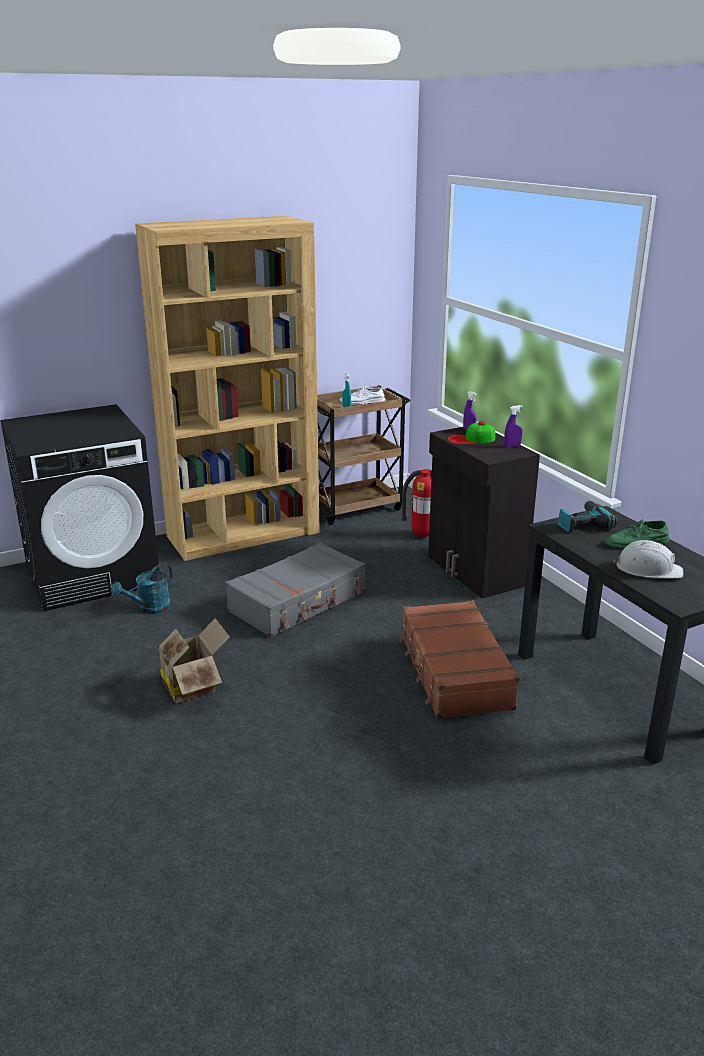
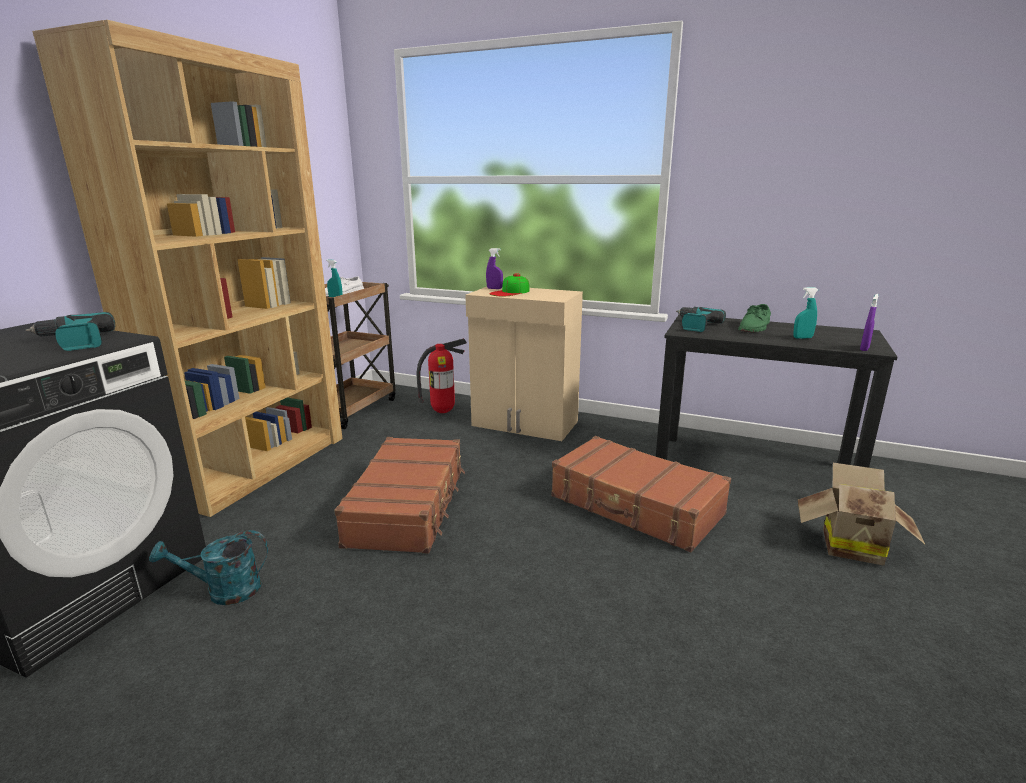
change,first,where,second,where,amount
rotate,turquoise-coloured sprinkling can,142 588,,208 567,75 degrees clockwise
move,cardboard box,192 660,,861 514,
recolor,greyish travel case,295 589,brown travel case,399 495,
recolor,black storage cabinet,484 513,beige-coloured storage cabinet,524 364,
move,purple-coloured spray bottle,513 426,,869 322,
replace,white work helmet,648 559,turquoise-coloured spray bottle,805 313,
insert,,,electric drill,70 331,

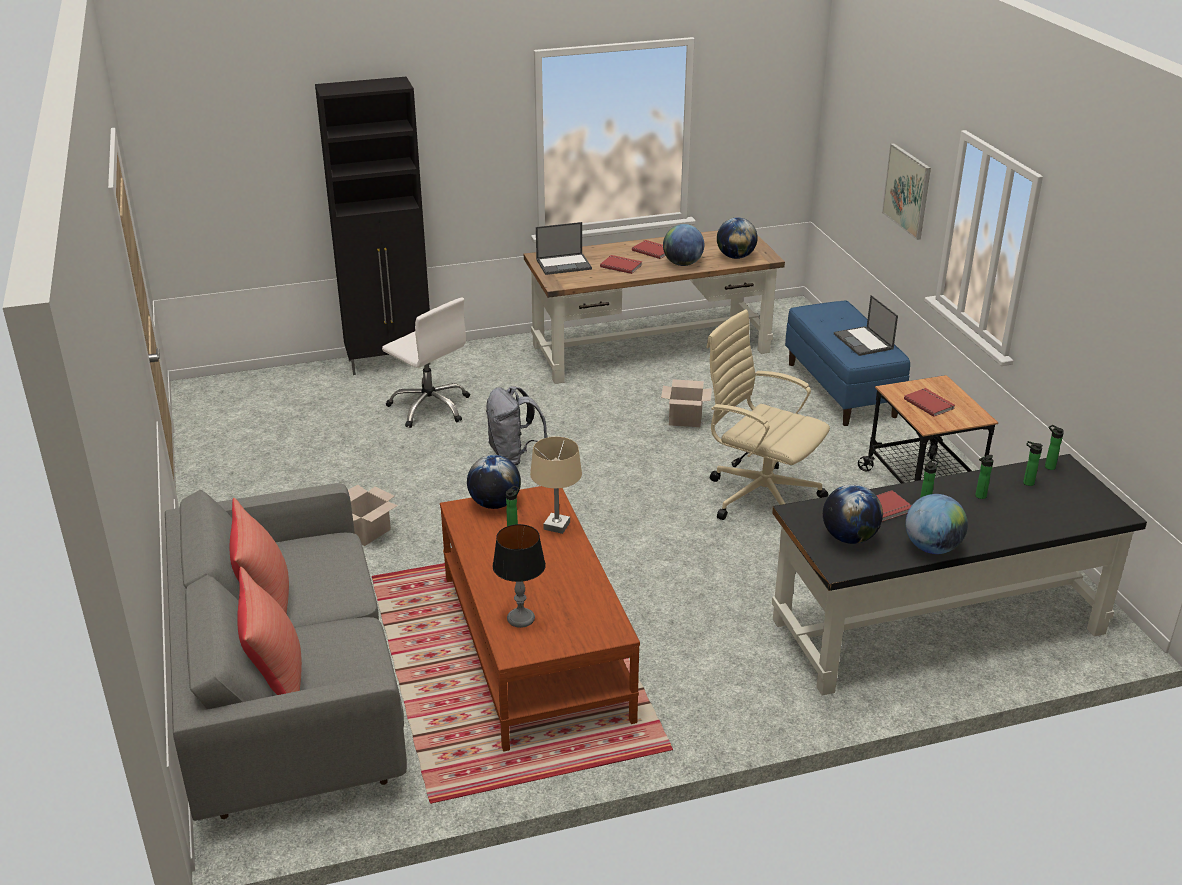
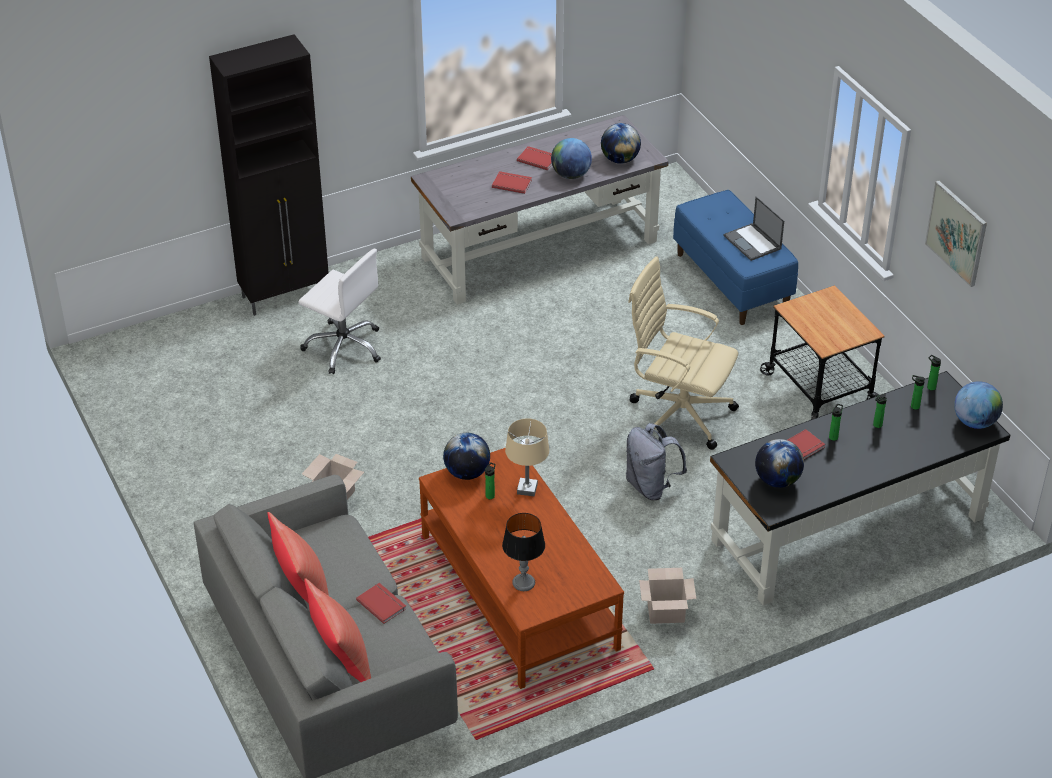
change,first,where,second,where,amount
move,greyish backpack,517 425,,656 461,
recolor,brown desk unit,654 307,greyish desk unit,540 210,
delete,laptop,564 248,,,
move,cardboard box,686 403,,667 596,
move,wall picture,906 191,,956 234,
move,reddish bound book,929 402,,381 603,
move,desk globe,936 524,,978 405,

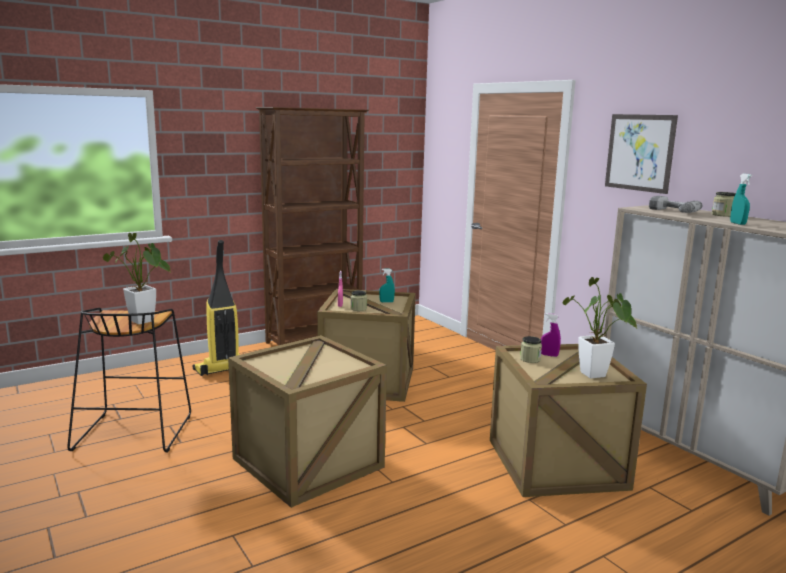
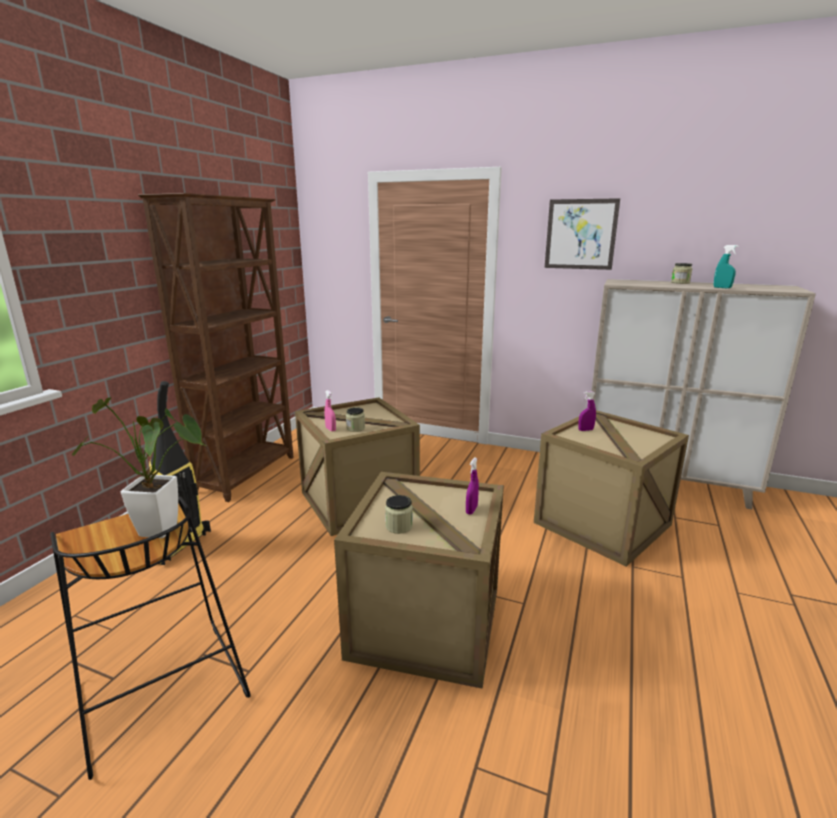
change,first,where,second,where,amount
delete,turquoise-coloured spray bottle,387 286,,,
move,storage jar,531 349,,399 514,
delete,houseplant,600 328,,,
delete,electric drill,675 204,,,
insert,,,purple-coloured spray bottle,472 486,

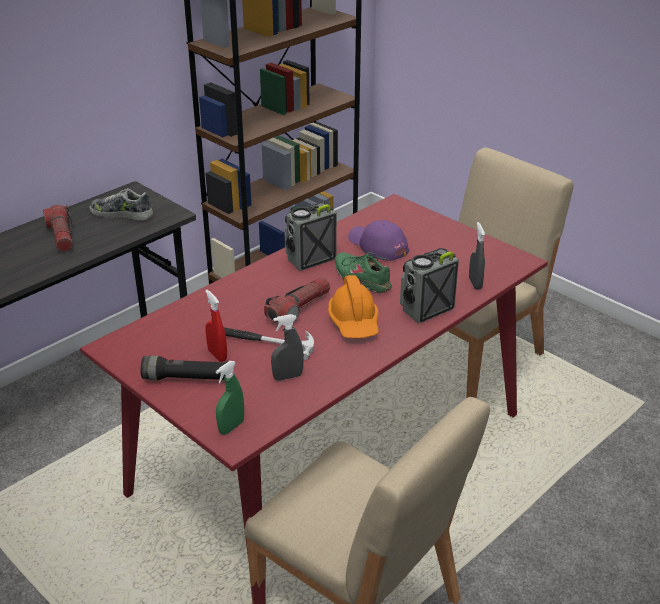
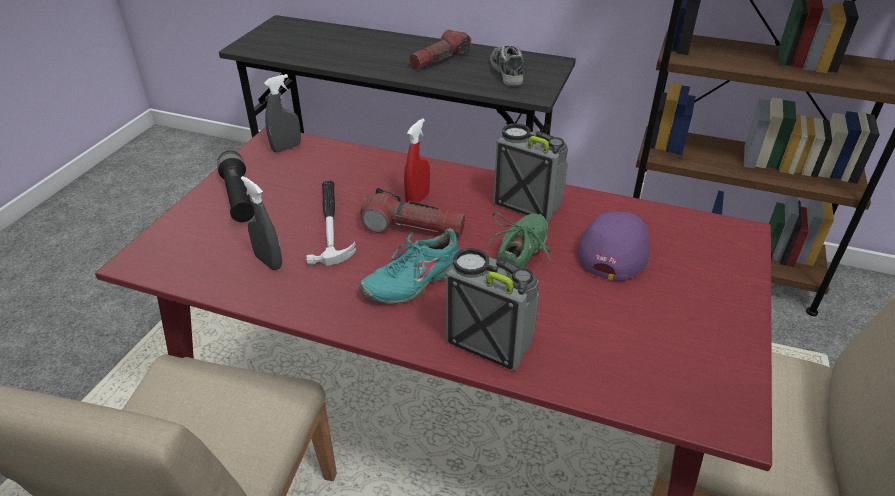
change,first,where,second,where,amount
move,reddish spray bottle,216 326,,417 160,
delete,green spray bottle,230 398,,,
replace,orangey work helmet,353 306,turquoise-coloured shoe,410 266,
move,greyish spray bottle,477 256,,282 113,

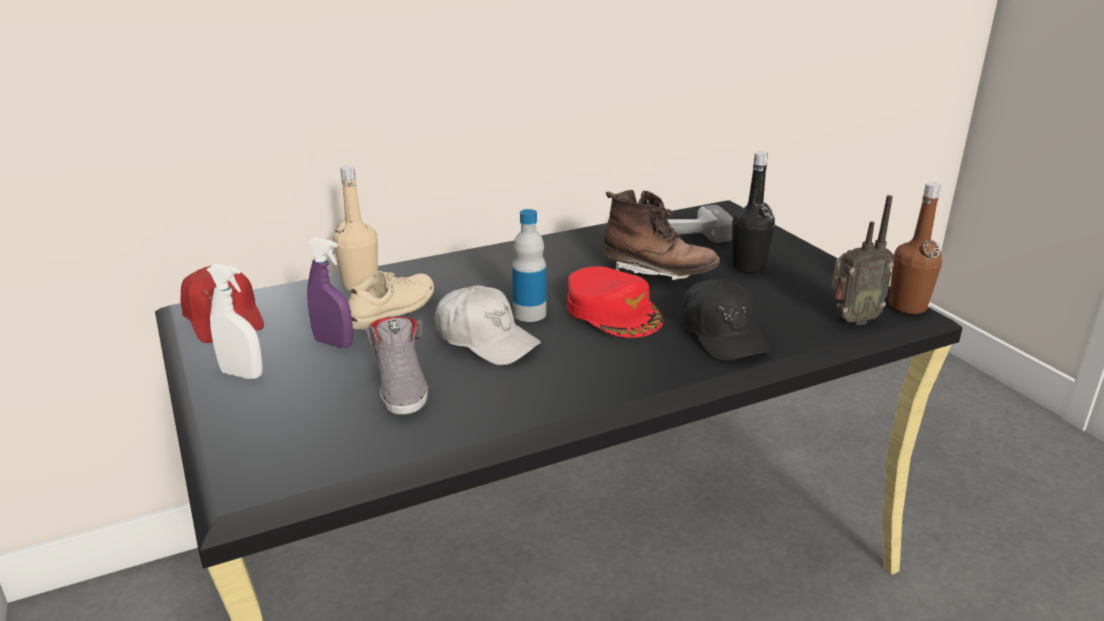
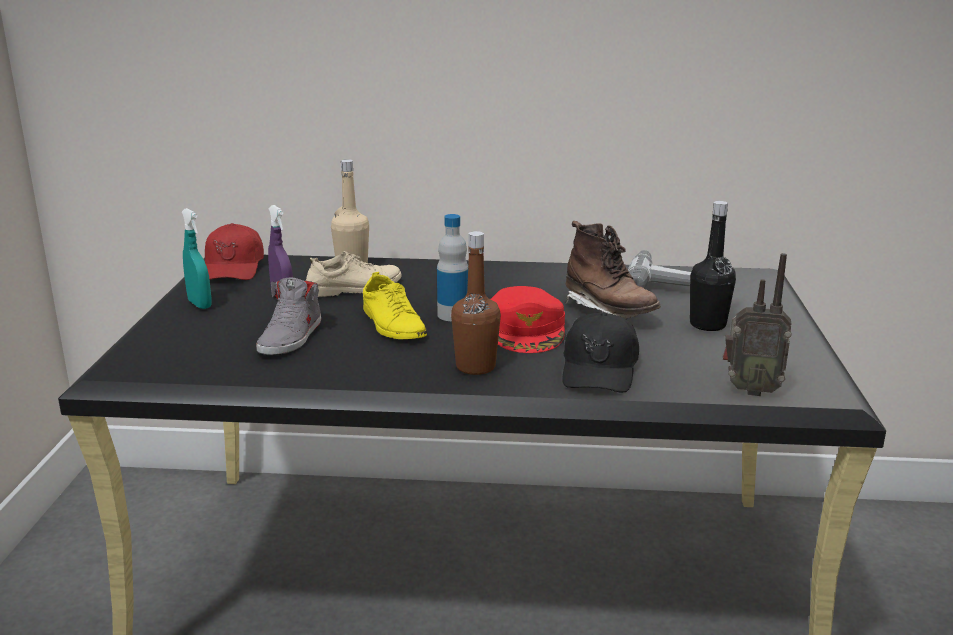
change,first,where,second,where,amount
recolor,white spray bottle,234 321,turquoise-coloured spray bottle,196 258,
replace,white cap,487 325,yellowish shoe,395 305,
move,brown drink bottle,915 248,,476 303,

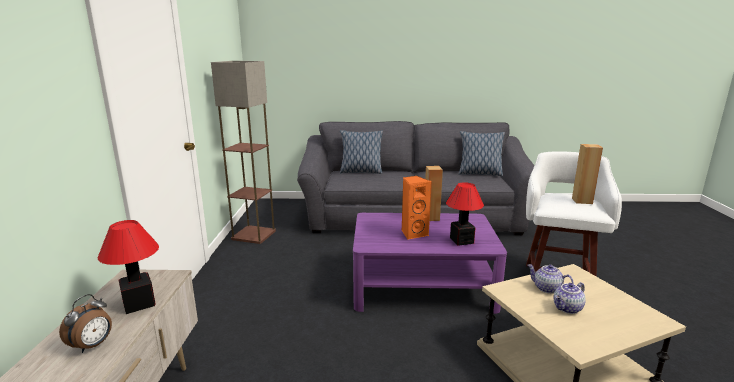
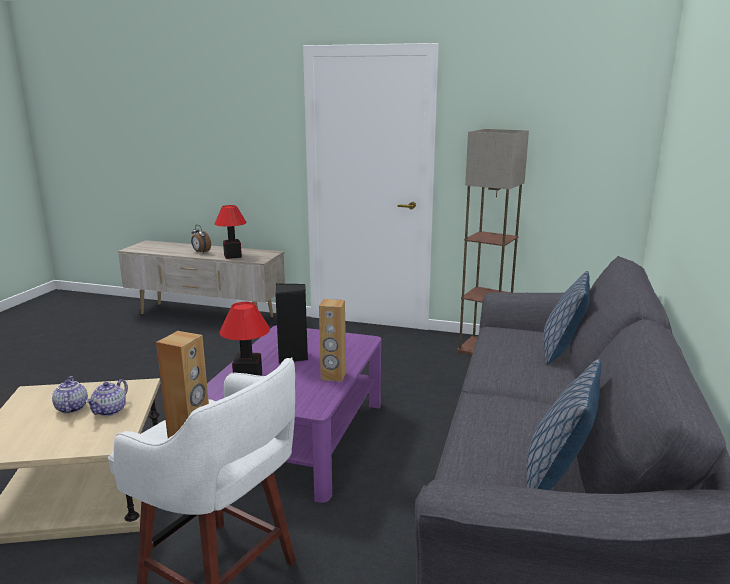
change,first,where,second,where,amount
recolor,orangey audio speaker,417 208,black audio speaker,291 323,
rotate,pot for tea,550 279,,107 397,150 degrees clockwise

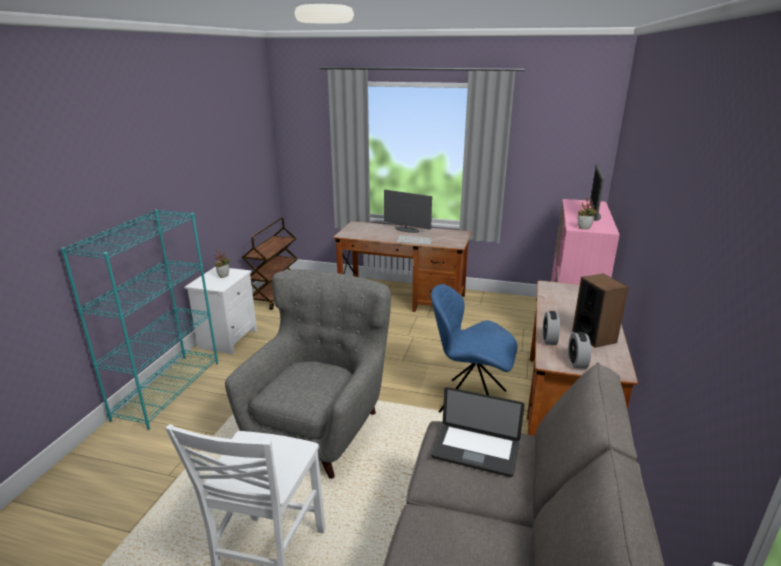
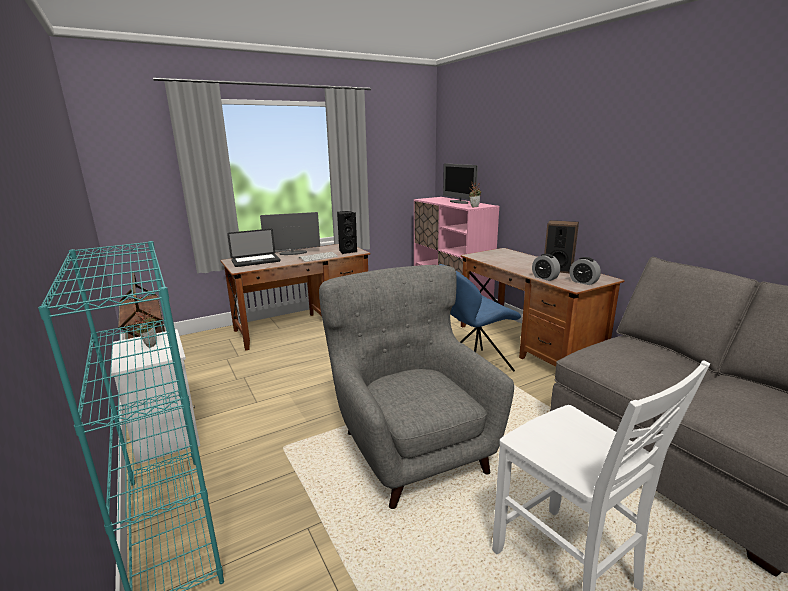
change,first,where,second,where,amount
move,laptop,478 432,,254 248,
insert,,,black audio speaker,347 232,

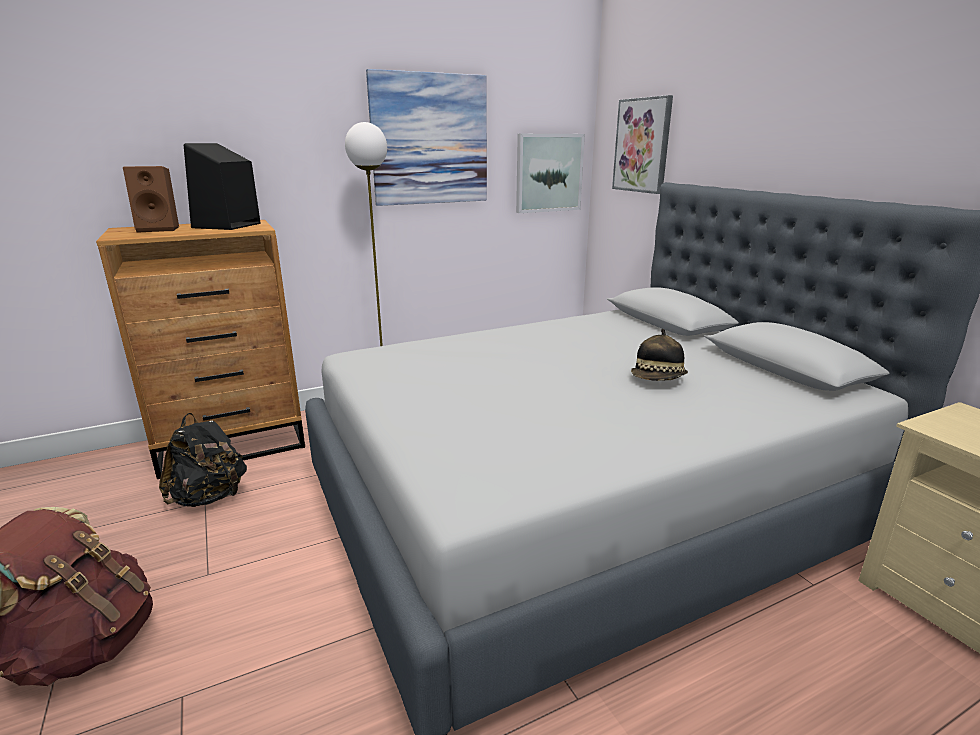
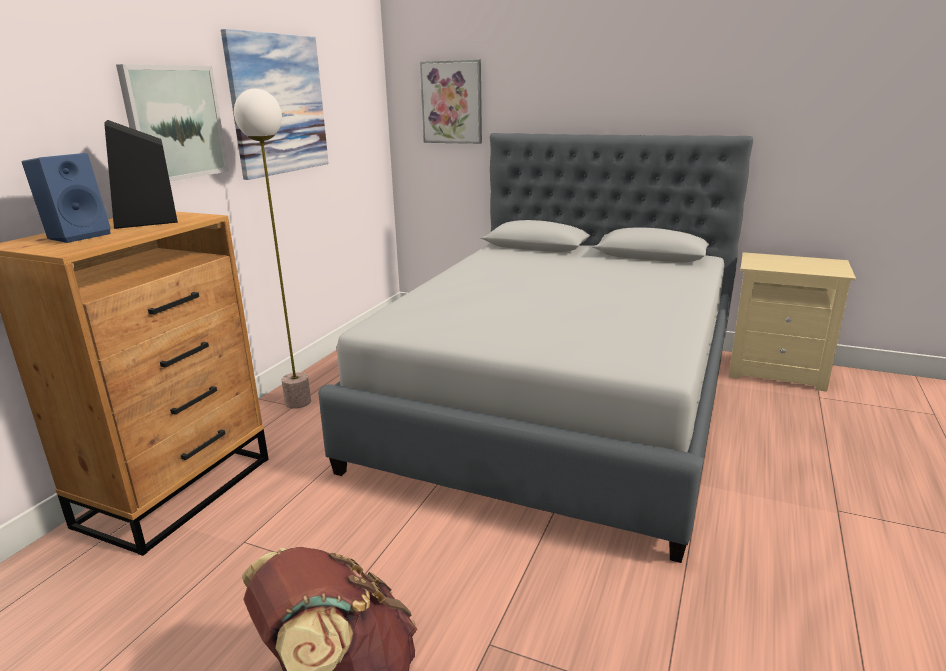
change,first,where,second,where,amount
recolor,brown audio speaker,151 199,bluish audio speaker,66 198,
delete,black backpack,203 460,,,
move,wall picture,550 173,,172 123,
delete,hat,659 355,,,

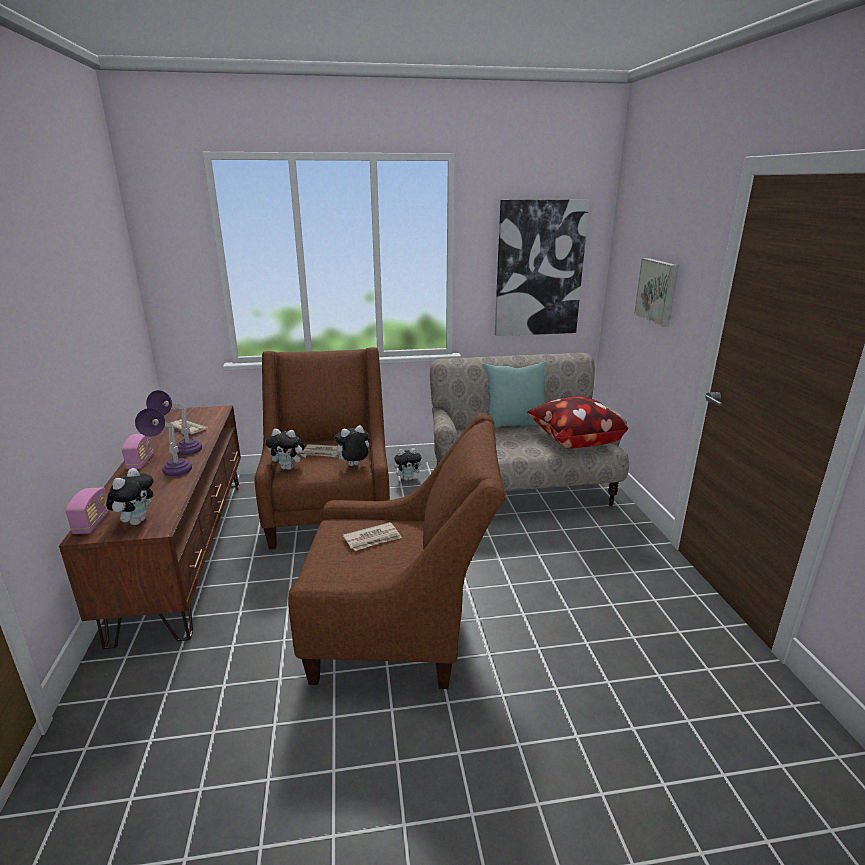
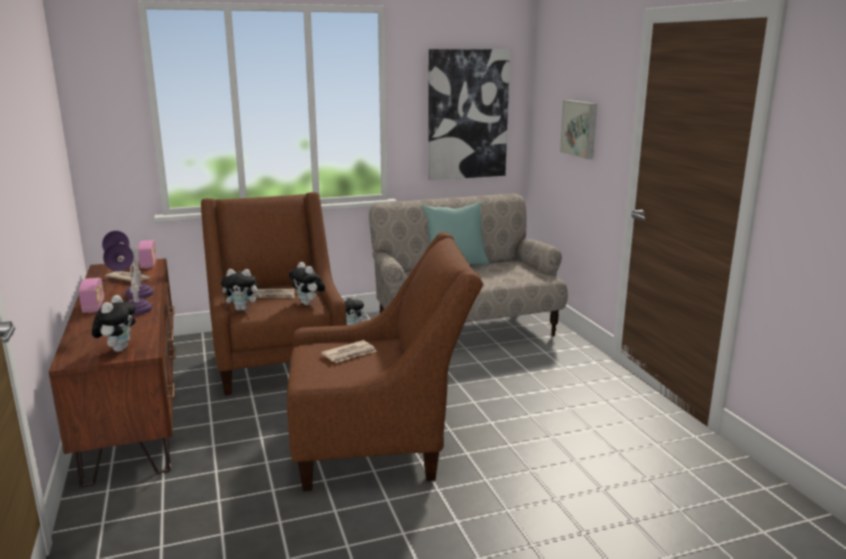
change,first,where,second,where,amount
move,radio,87 511,,147 254,
rotate,soft toy,350 445,,307 283,90 degrees counterclockwise
delete,pillow,577 422,,,

